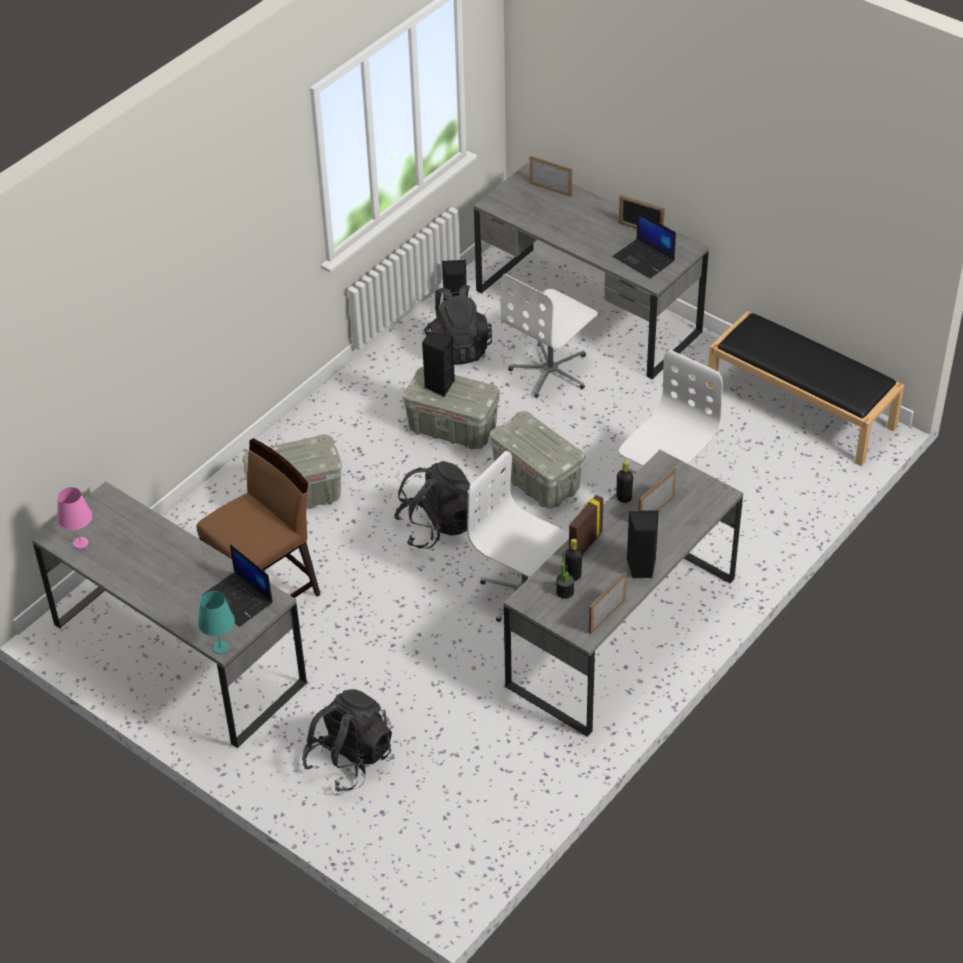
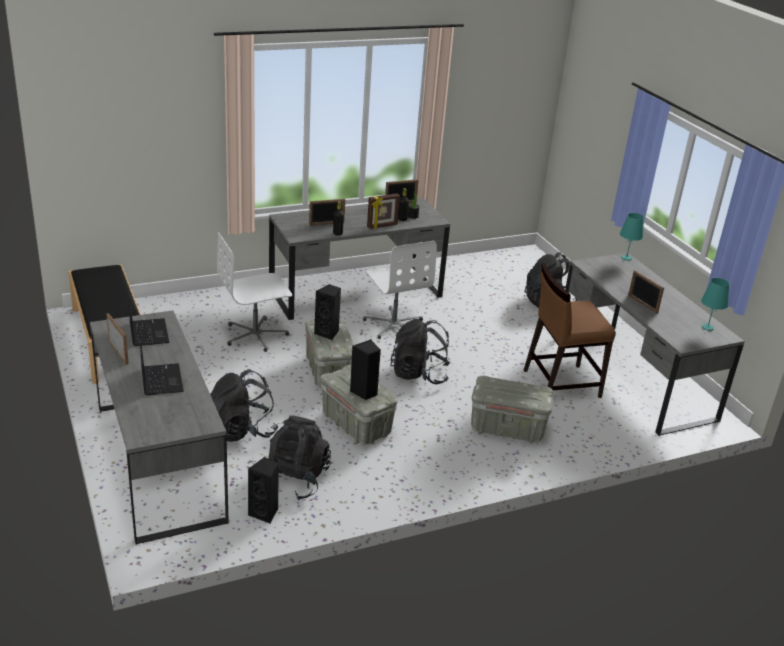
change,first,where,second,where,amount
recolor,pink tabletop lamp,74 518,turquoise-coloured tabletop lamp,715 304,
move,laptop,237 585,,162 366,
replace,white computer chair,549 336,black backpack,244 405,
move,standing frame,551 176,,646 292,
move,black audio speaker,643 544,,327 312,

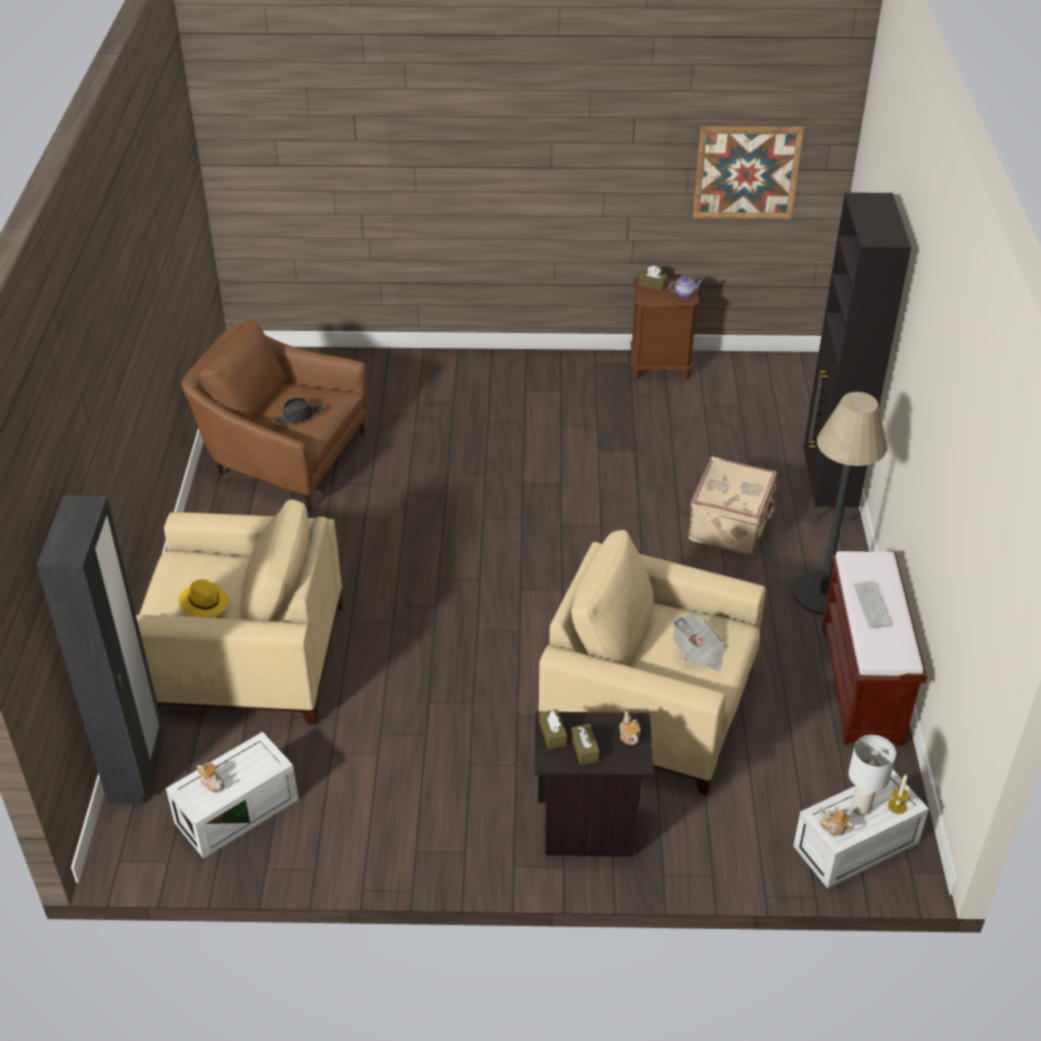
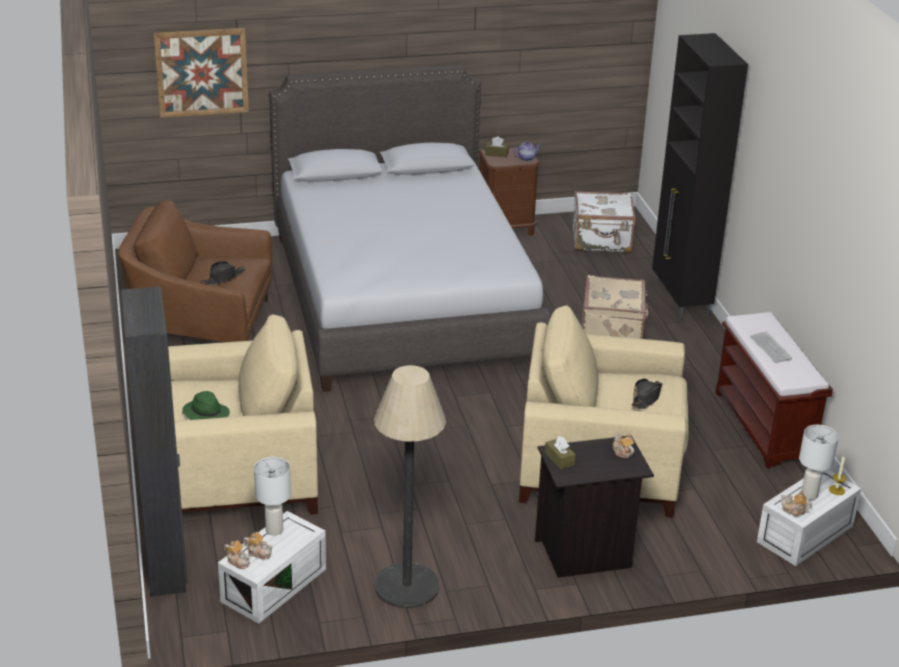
change,first,where,second,where,amount
recolor,yellowish hat,203 598,green hat,206 405,
delete,brown tissue box,585 744,,,
replace,printed paper,699 642,black hat,647 393,
move,wall picture,748 172,,201 73,
move,standard lamp,840 503,,410 486,
insert,,,pot for tea,237 554,
insert,,,white tabletop lamp,272 496,
insert,,,greyish bedroom bed,410 228,
insert,,,white travel case,604 221,

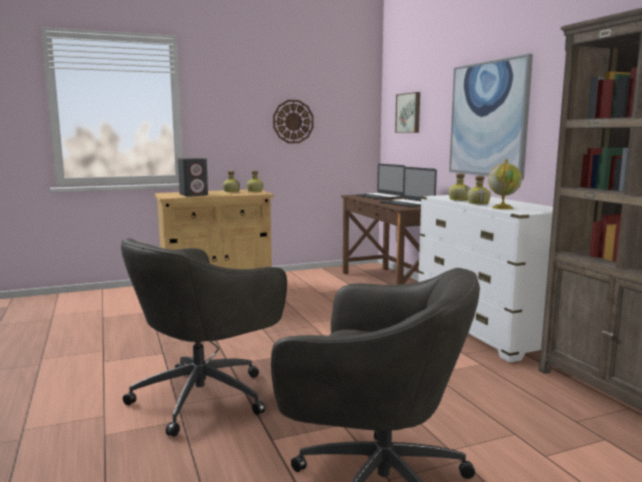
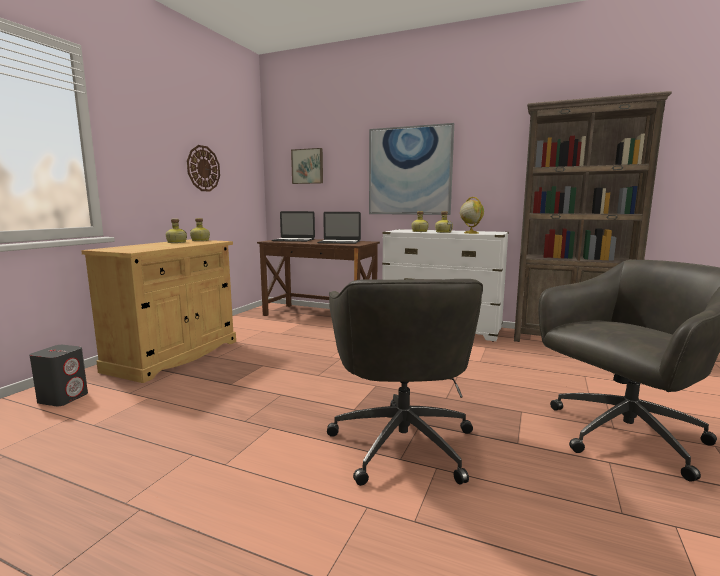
change,first,where,second,where,amount
move,greyish audio speaker,193 177,,59 376,

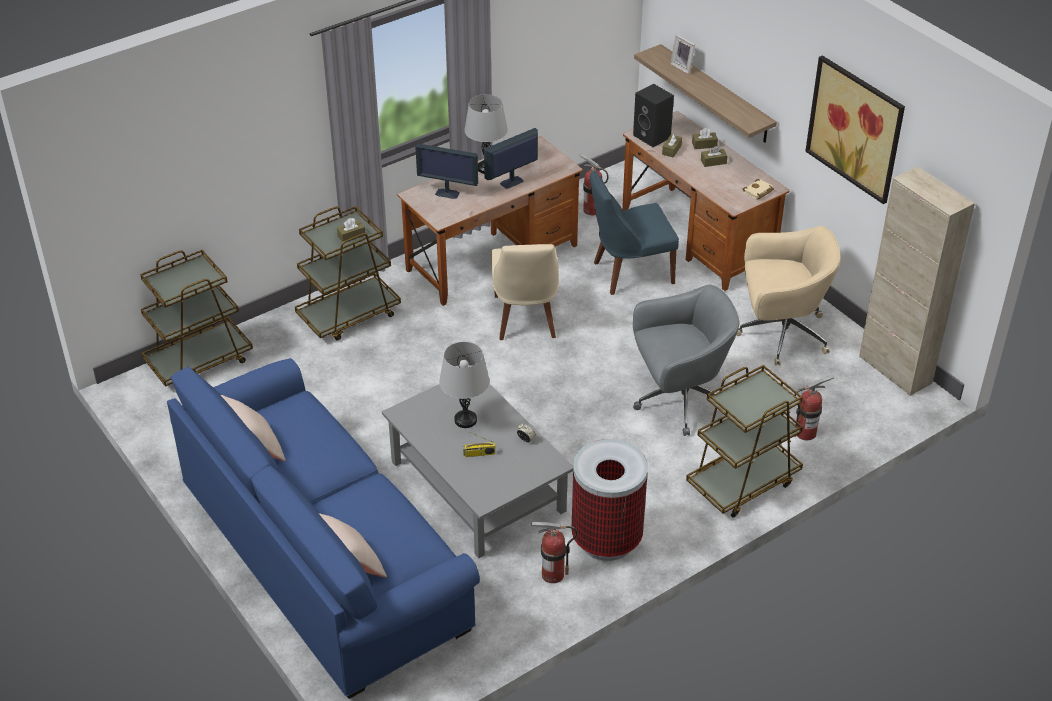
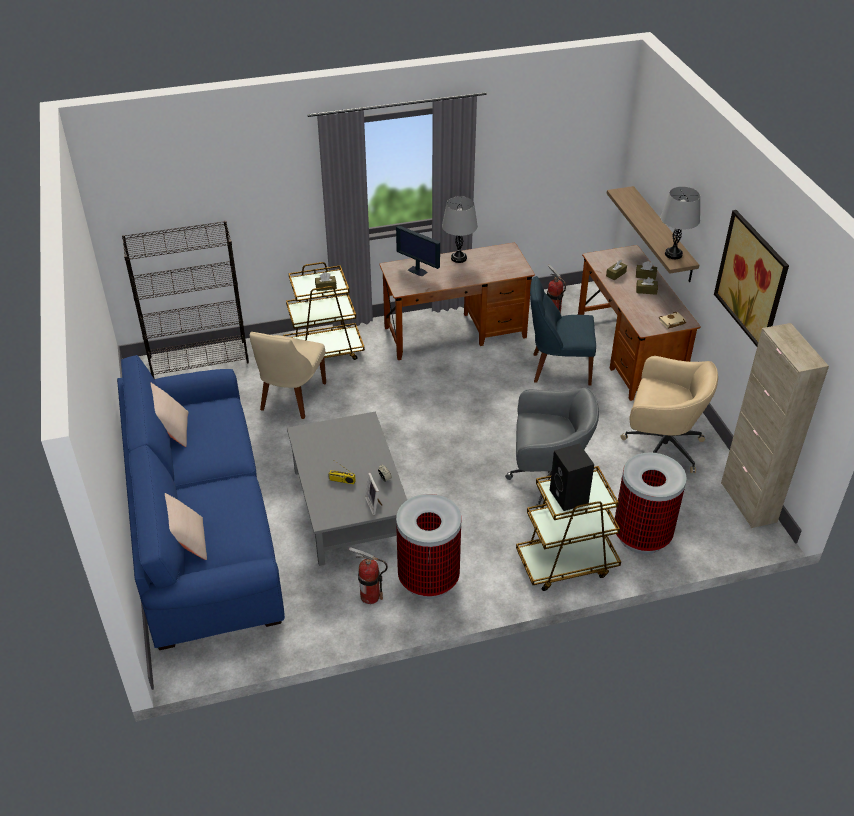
change,first,where,second,where,amount
replace,brown trolley,196 318,black bookshelf,185 300,
move,greyish tabletop lamp,464 385,,680 223,
delete,computer display,511 158,,,
move,beige-coloured plain chair,525 292,,288 375,
move,black audio speaker,653 115,,572 477,
move,standing frame,682 54,,373 494,
replace,extinguisher,814 407,trash can,650 503,

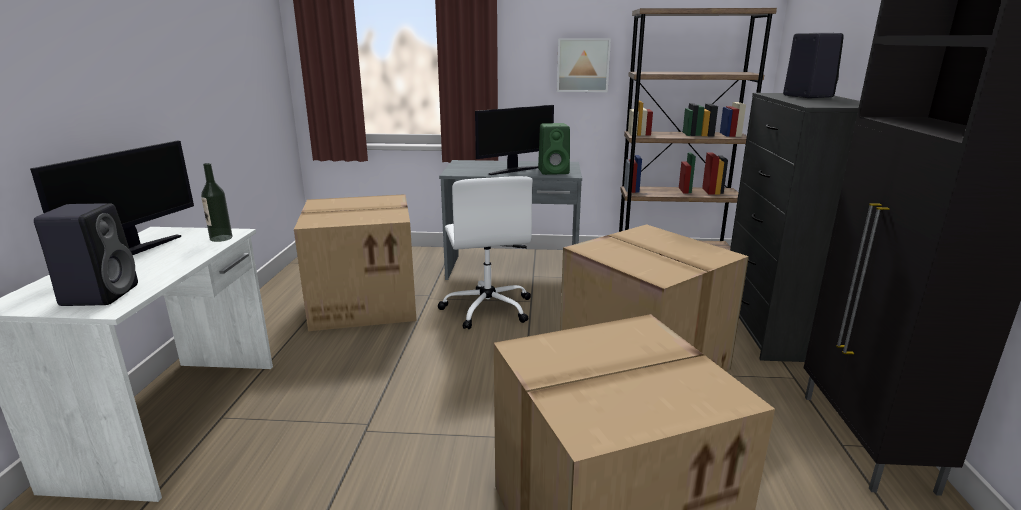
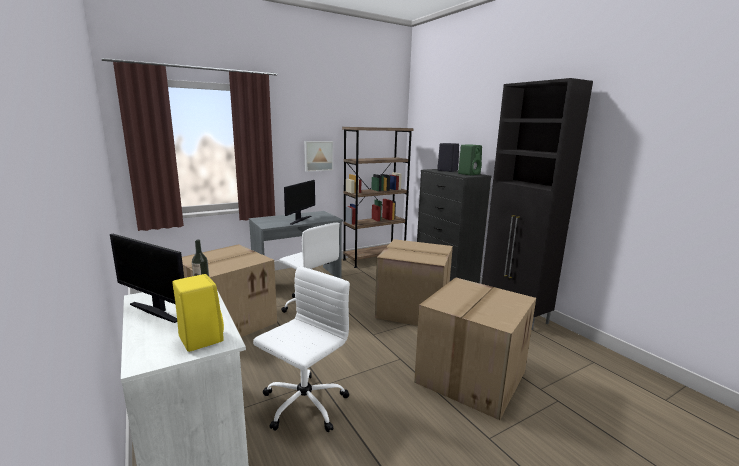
change,first,where,second,where,amount
rotate,computer display,112 198,,147 278,135 degrees clockwise
recolor,black audio speaker,86 254,yellowish audio speaker,198 313,
move,green audio speaker,554 149,,470 159,
insert,,,white computer chair,301 349,

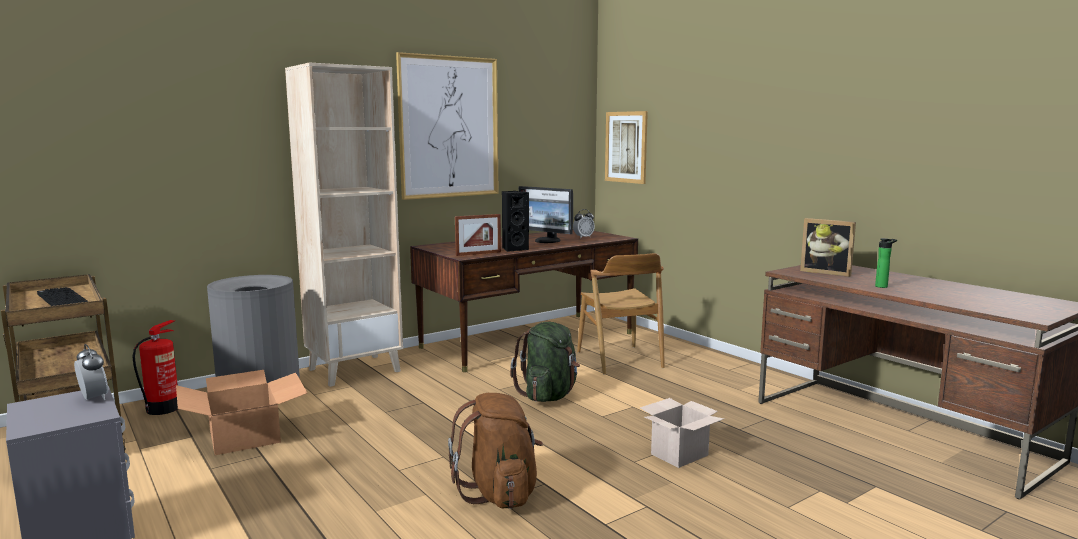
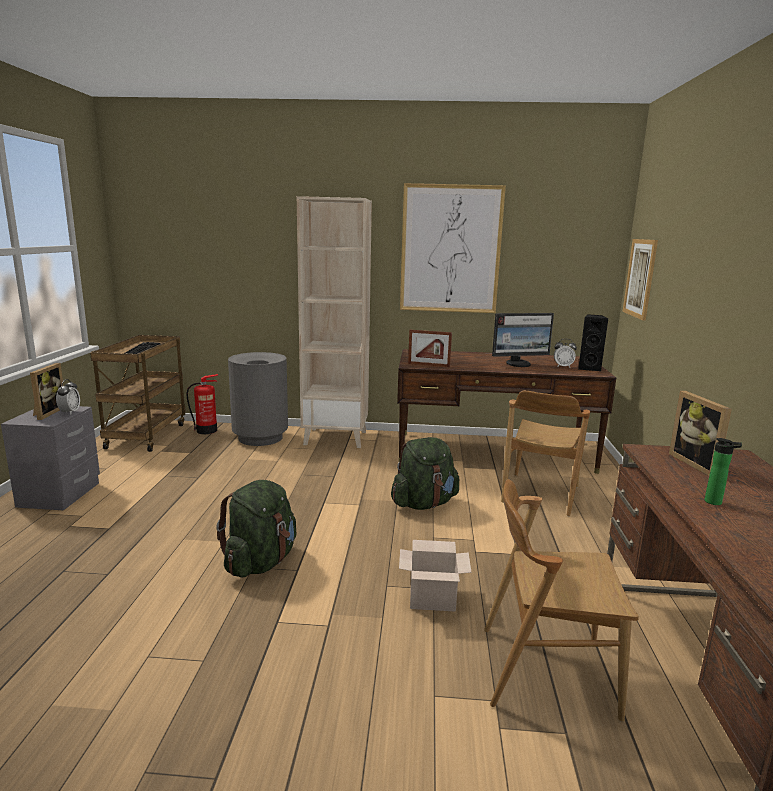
change,first,where,second,where,amount
delete,cardboard box,241 412,,,
recolor,brown backpack,495 451,green backpack,256 529,
move,black audio speaker,515 221,,593 342,
rotate,computer display,546 214,,523 340,90 degrees counterclockwise
insert,,,standing frame,47 391,
insert,,,brown plain chair,561 600,

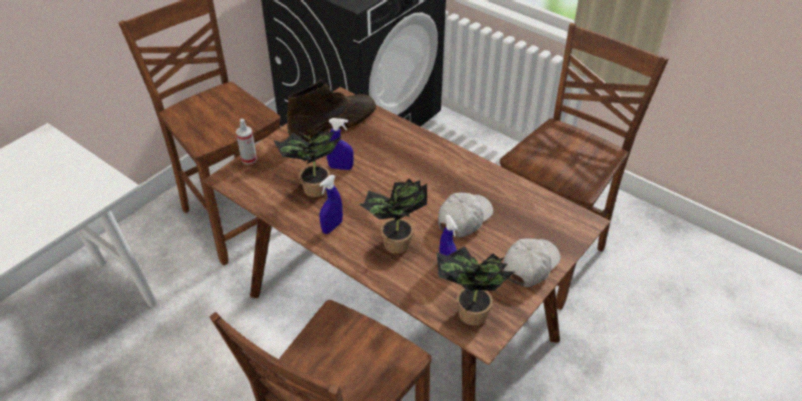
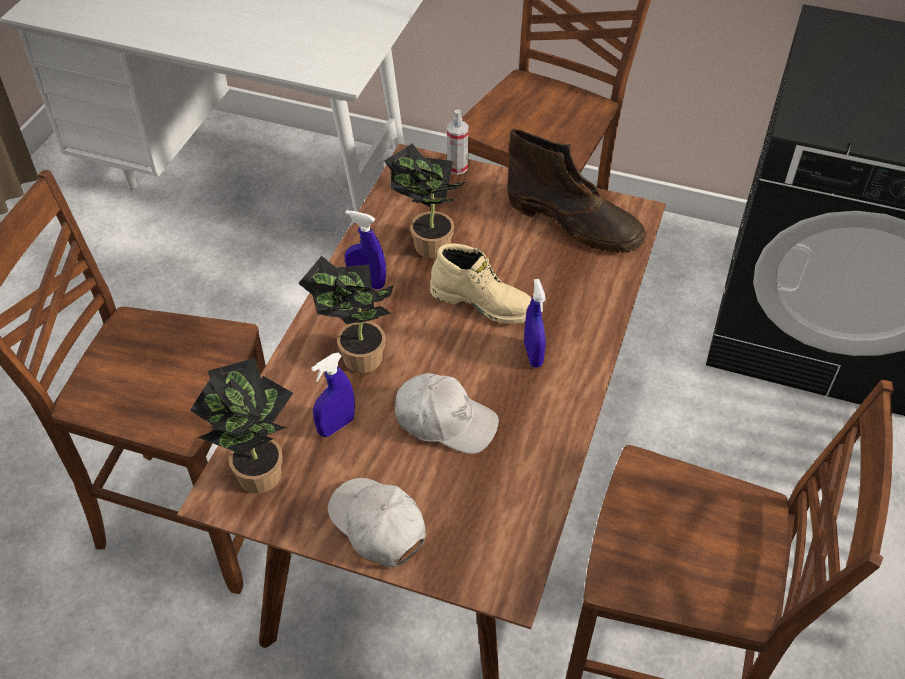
change,first,where,second,where,amount
move,bluish spray bottle,340 144,,535 323,
rotate,white cap,531 263,,377 522,150 degrees counterclockwise
insert,,,beige-coloured boot,481 283,

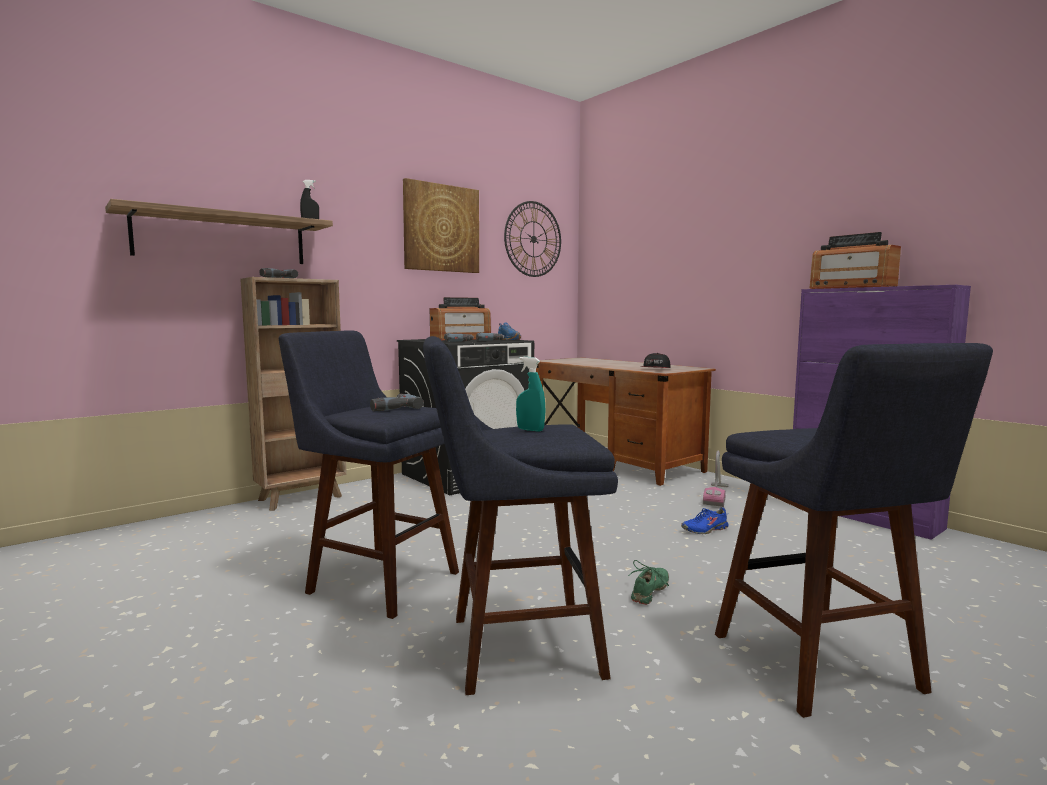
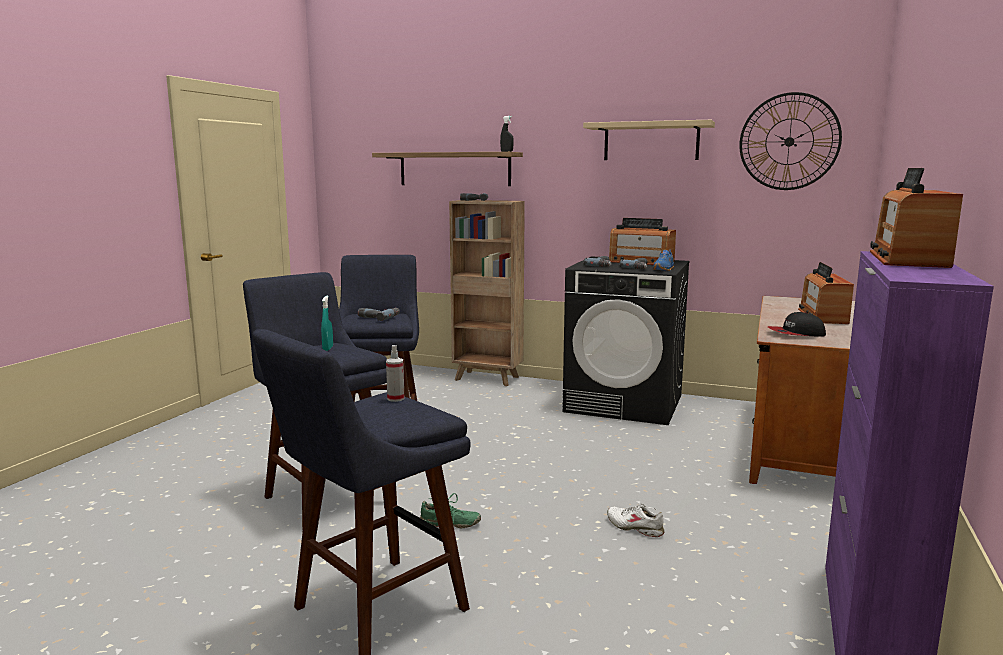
change,first,where,second,where,amount
replace,wall picture,441 225,beige-coloured bracket shelf,649 140,
recolor,bluish shoe,705 520,white shoe,636 520,
delete,vacuum,716 479,,,
insert,,,spray bottle,395 373,
insert,,,radio,826 293,

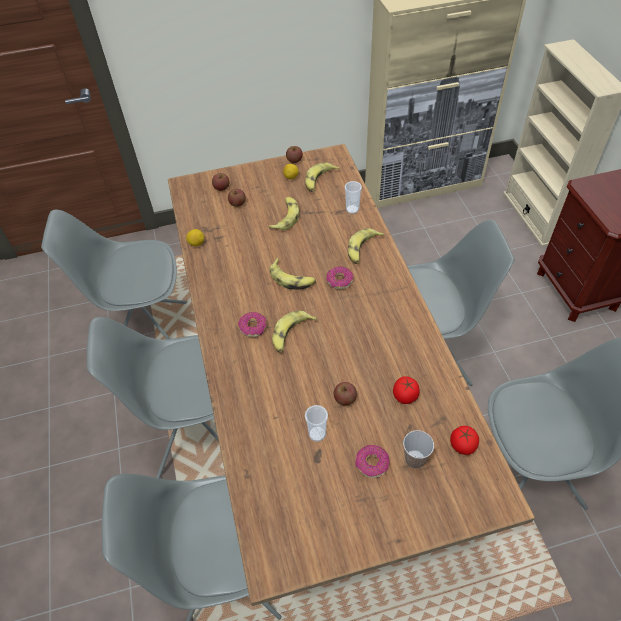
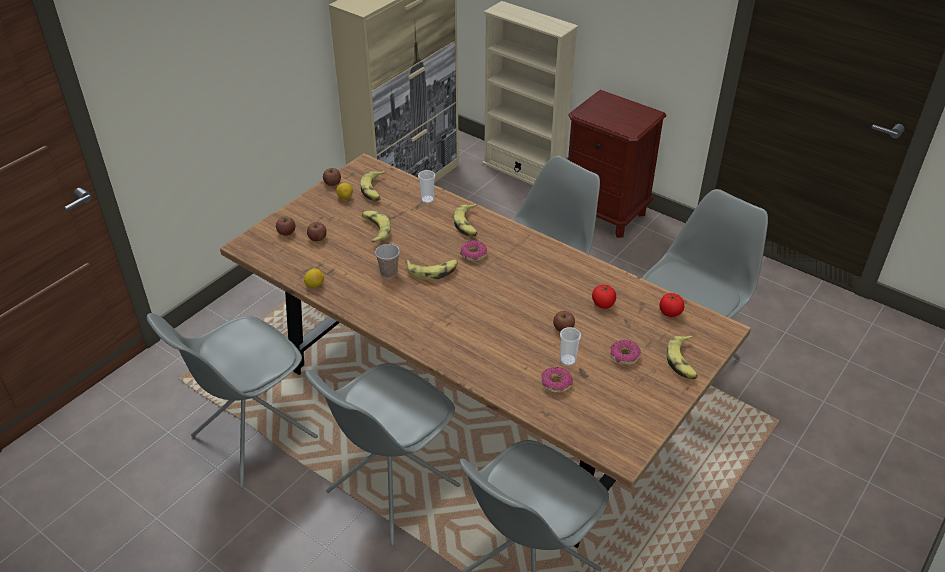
change,first,where,second,where,amount
move,doughnut,252 324,,557 380,
move,banana,294 332,,682 357,
move,drinking cup,418 449,,387 261,

